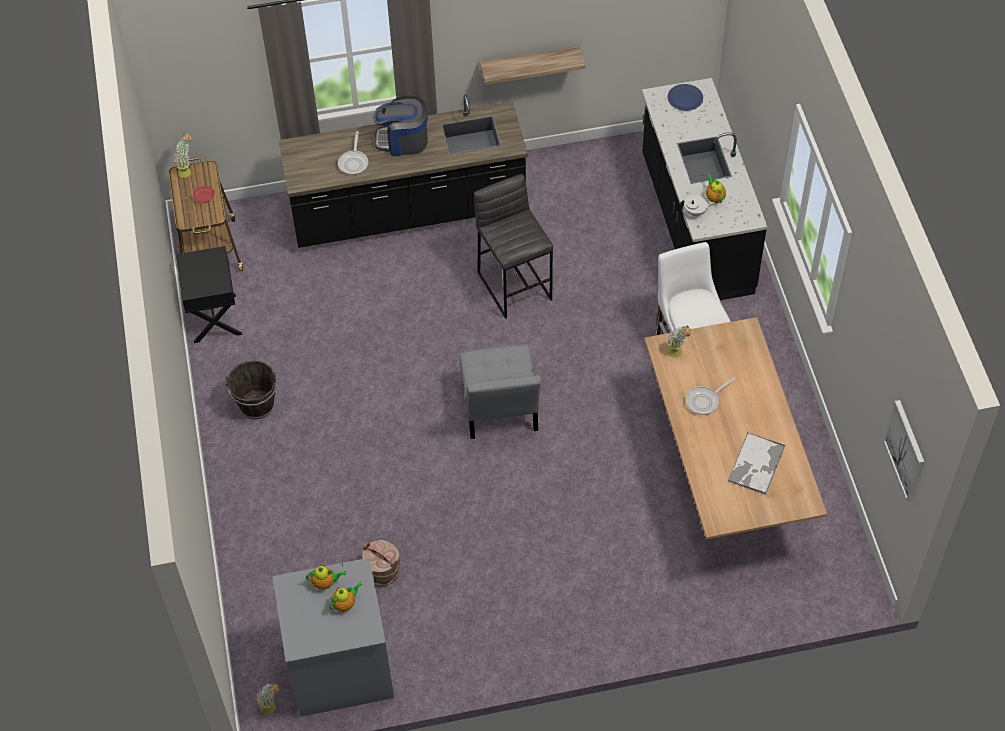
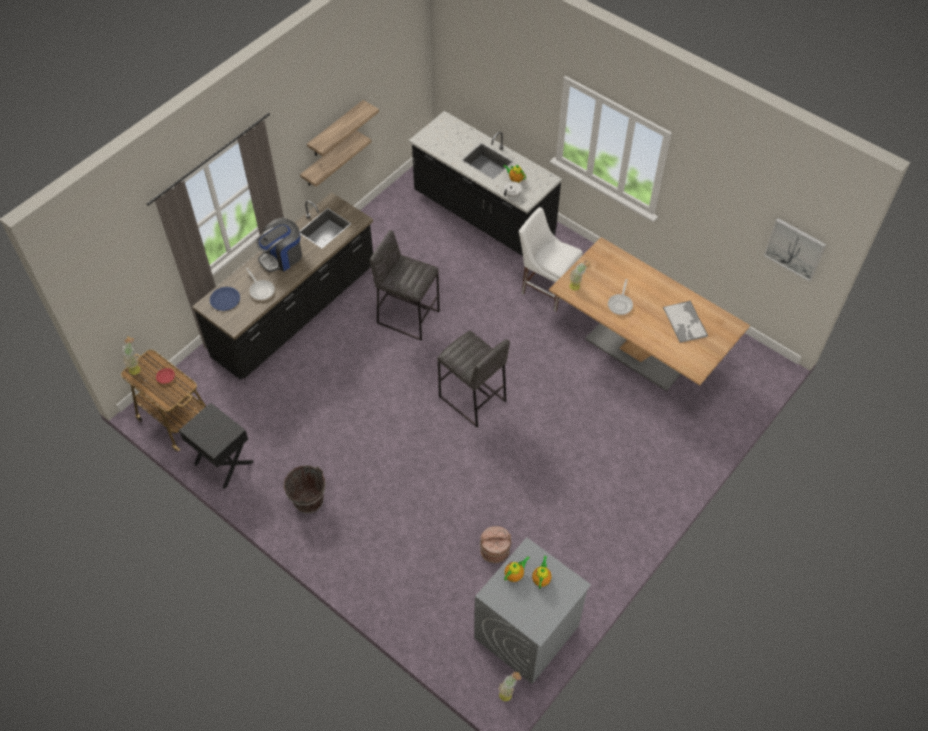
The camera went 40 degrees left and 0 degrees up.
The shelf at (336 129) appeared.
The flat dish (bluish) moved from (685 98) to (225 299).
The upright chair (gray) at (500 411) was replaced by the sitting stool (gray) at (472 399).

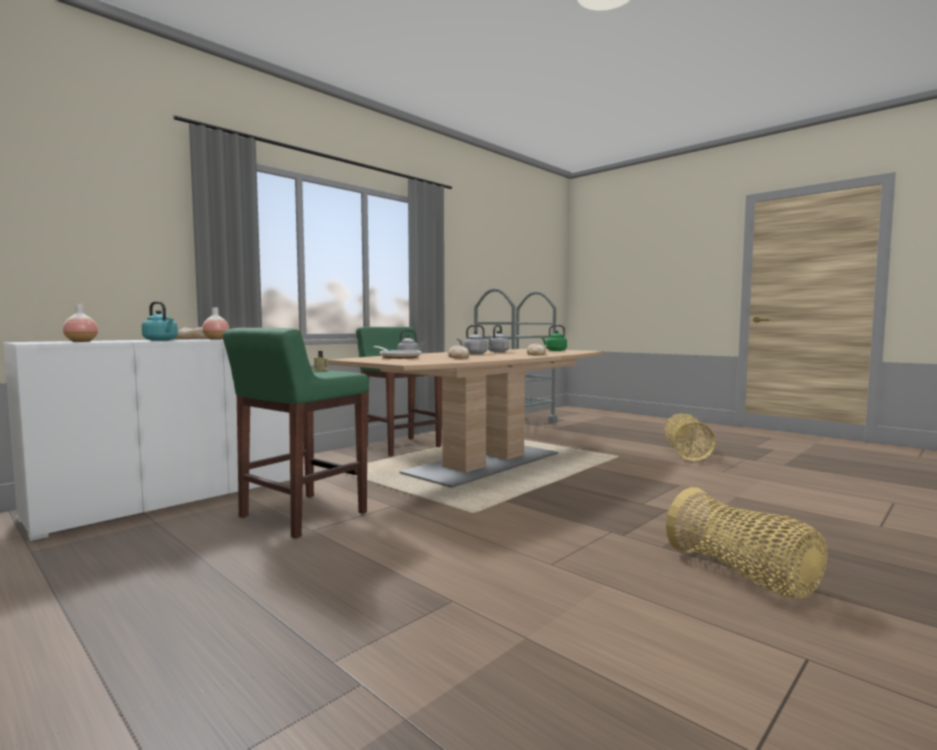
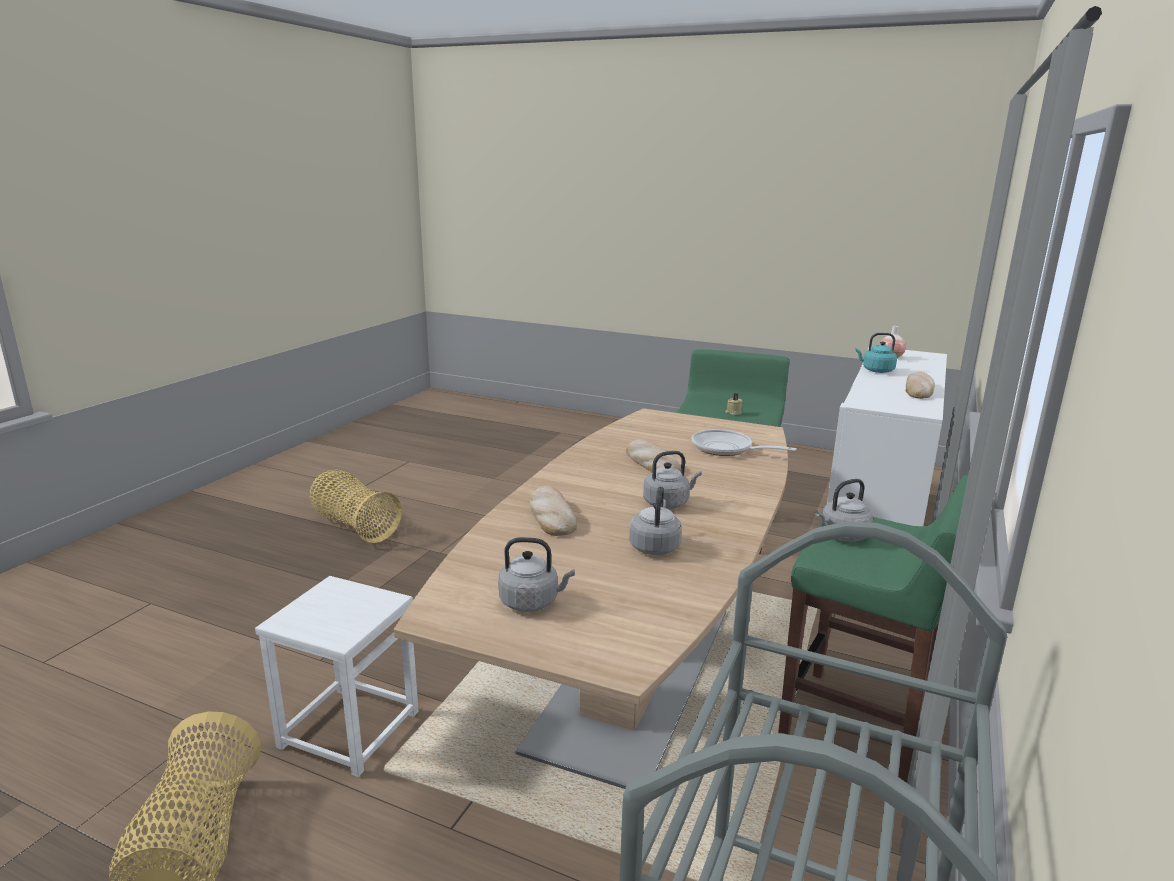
The camera went 160 degrees right and 15 degrees up.
The flower vase at (216 339) disappeared.
The sitting stool (whitish) at (349 728) appeared.
The kettle (greenish) at (555 350) became the kettle (gray) at (532 602).

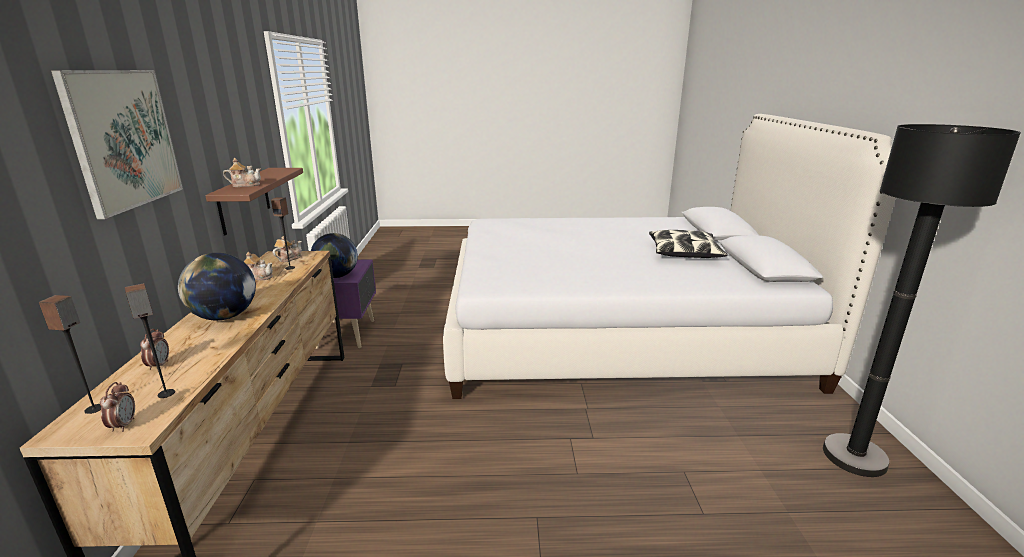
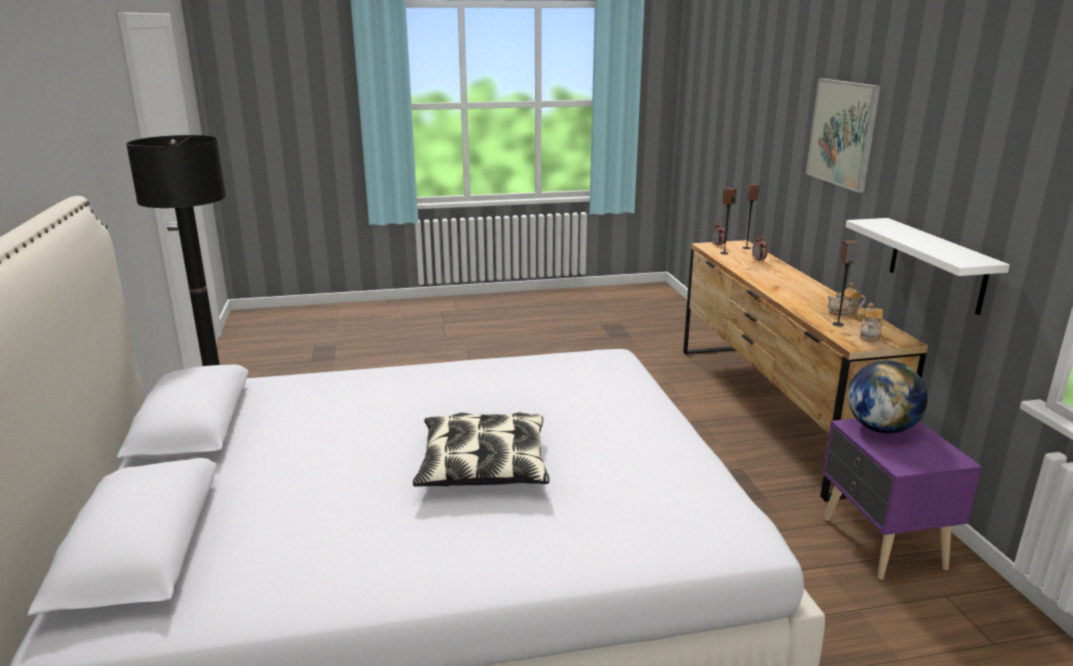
The camera went 170 degrees right and 0 degrees up.
The globe at (225 316) disappeared.
The tea pot at (245 185) disappeared.
The cushion moved from (684 253) to (483 466).
The shelf (brown-coloured) at (244 200) became the shelf (whitish) at (937 265).

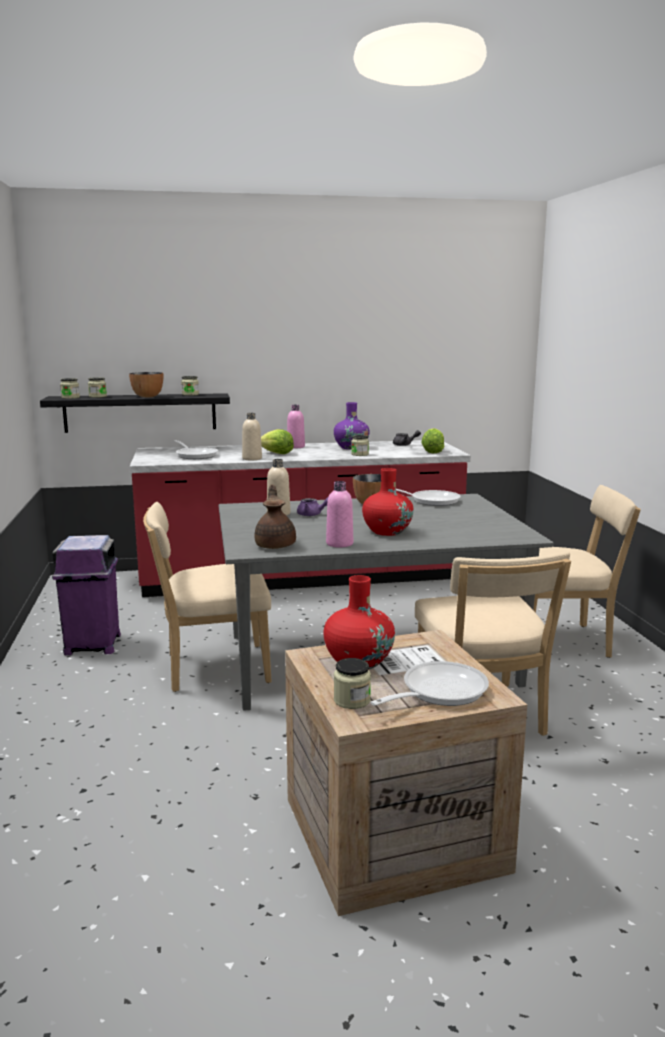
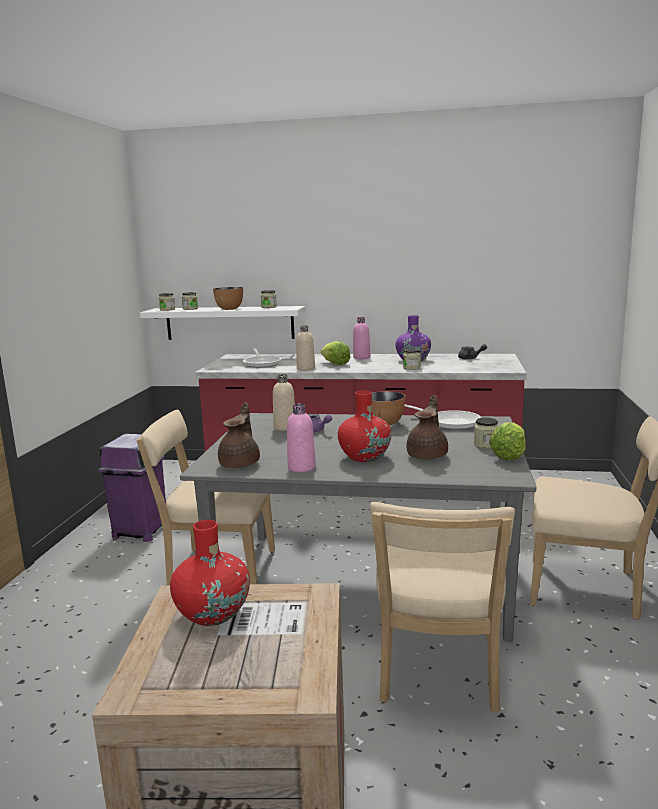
The camera went 20 degrees right and 0 degrees up.
The skillet at (438 692) disappeared.
The tea pot (brown-coloured) at (428 455) appeared.
The jar moved from (352 700) to (486 445).
The lettuce moved from (433 452) to (509 455).
The shelf (black) at (140 412) became the shelf (whitish) at (229 323).

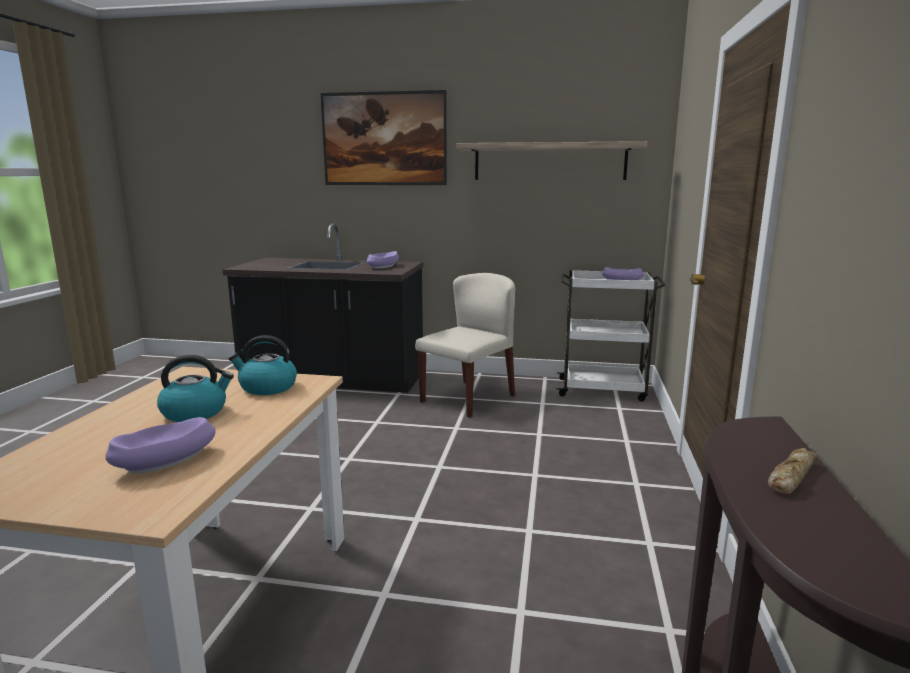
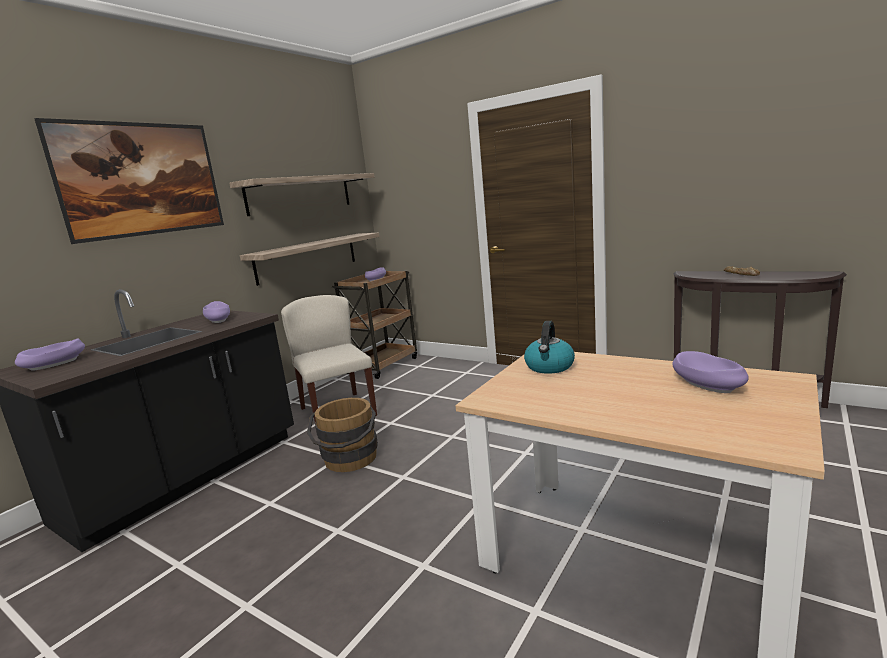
The camera went 65 degrees left and 0 degrees up.
The kettle at (195 412) disappeared.
The serving bowl (purple-coloured) at (54 364) appeared.
The shelf at (307 257) appeared.
The water bucket (brown-coloured) at (349 461) appeared.
The trolley (whitish) at (603 390) became the trolley (brown-coloured) at (384 365).

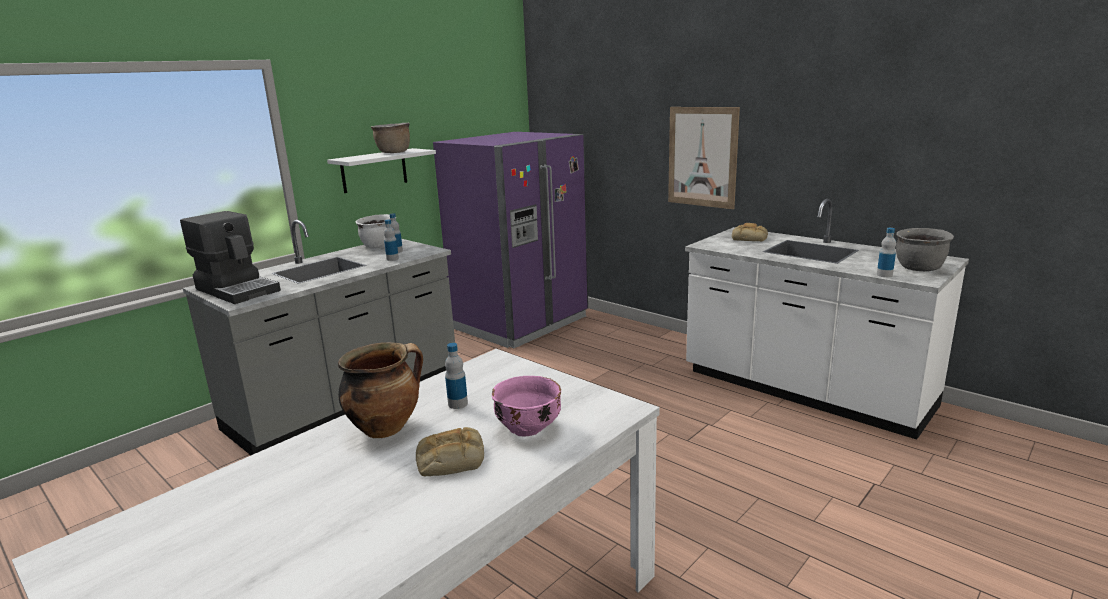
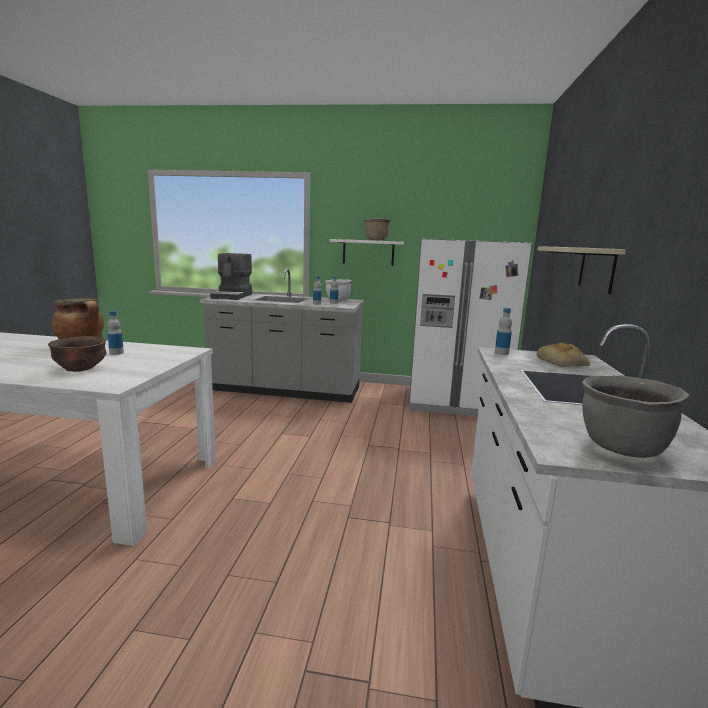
The camera went 55 degrees right and 5 degrees down.
The bread at (450 460) disappeared.
The bottle moved from (884 275) to (501 353).
The picture at (702 157) was replaced by the shelf (beige-coloured) at (597 269).
The refrigerator (purple-coloured) at (520 323) became the refrigerator (whitish) at (455 402).
The serving bowl (pink-coloured) at (527 427) became the serving bowl (brown-coloured) at (81 369).

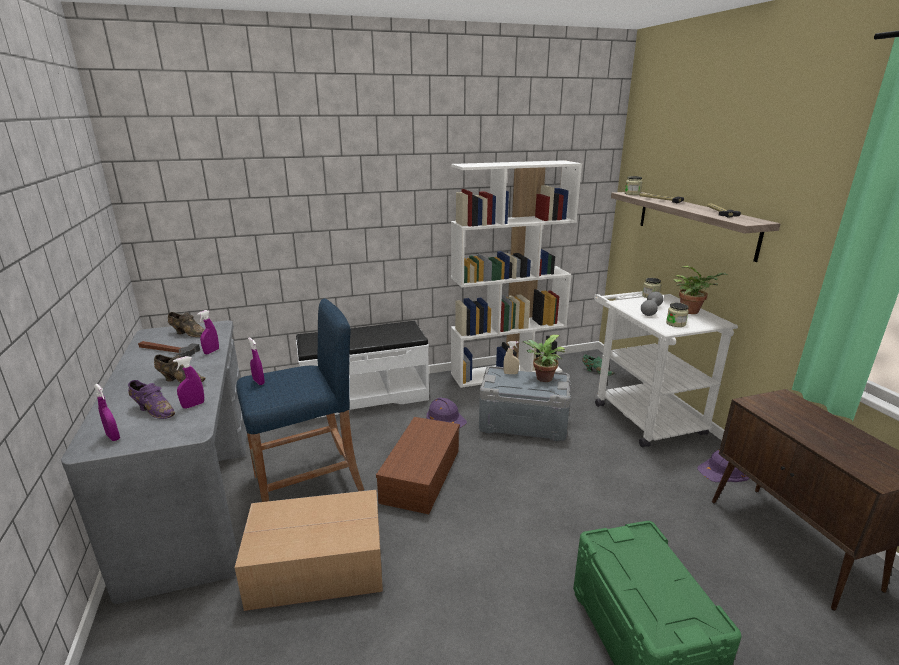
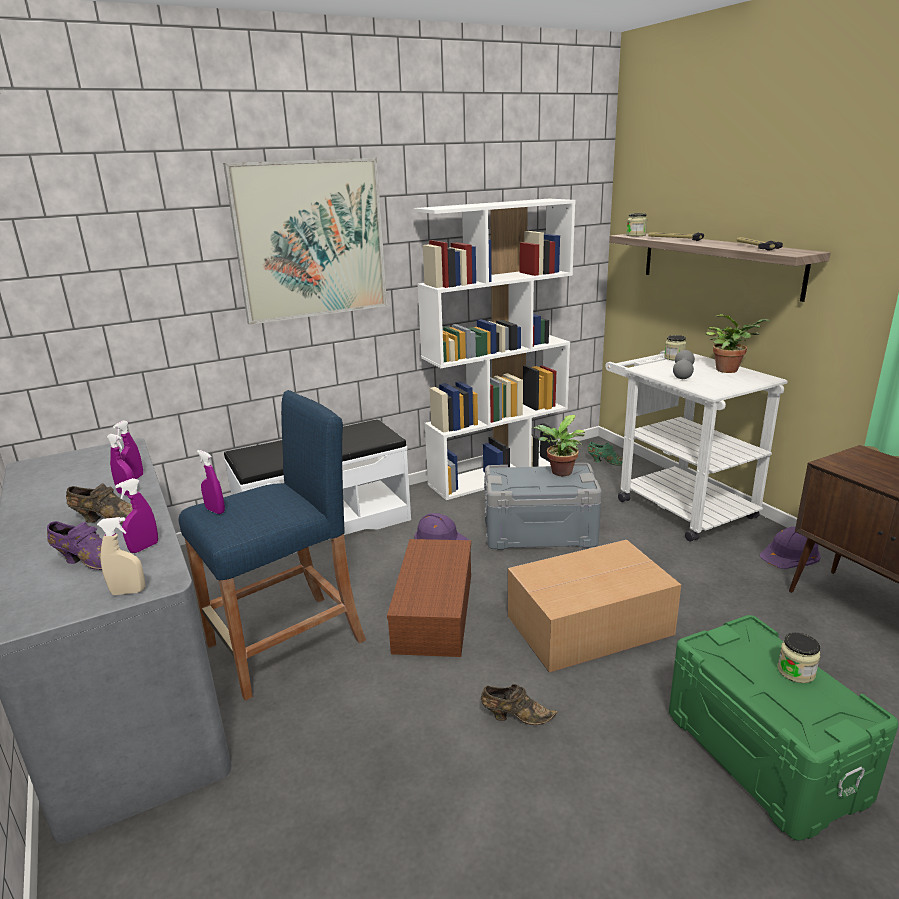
The camera went 10 degrees left and 0 degrees up.
The hammer at (166 351) disappeared.
The picture at (311 240) appeared.
The spray bottle (purple-coloured) moved from (113 437) to (127 494).
The item of footwear (brown-coloured) moved from (189 334) to (515 716).
The cardboard box moved from (319 566) to (591 625).
The spray bottle (beige-coloured) moved from (510 373) to (128 592).
The jar moved from (675 324) to (796 671).

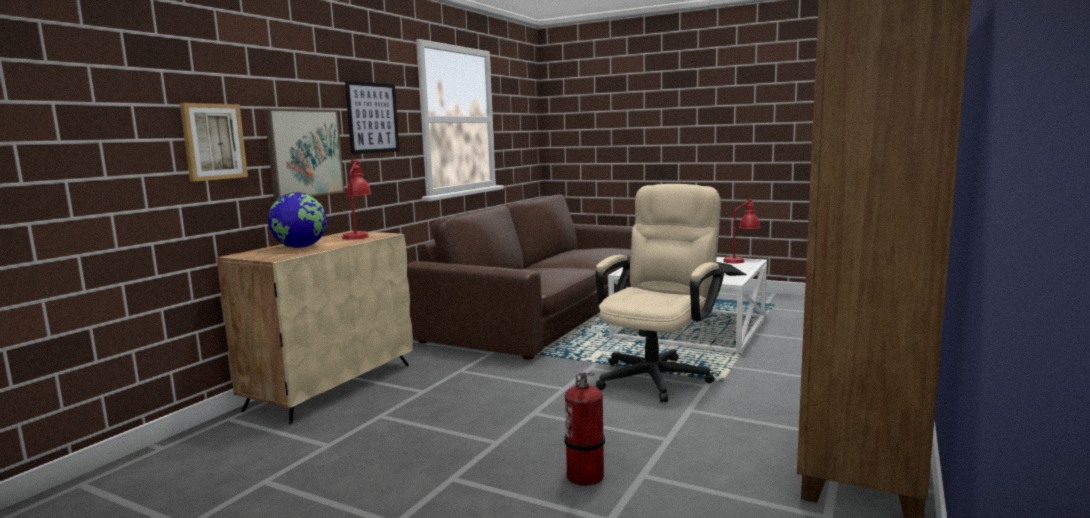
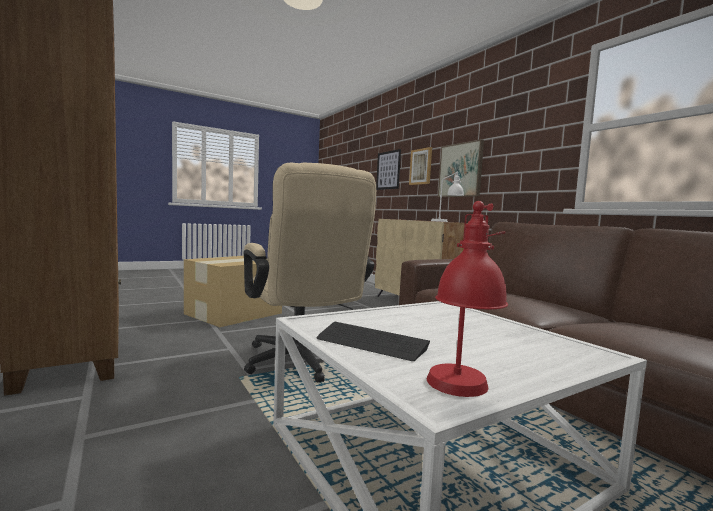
The camera went 120 degrees right and 5 degrees down.
The globe at (300 247) disappeared.
The picture moved from (372 118) to (388 170).
The fire extinguisher at (586 476) was replaced by the cardboard box at (232 313).
The lamp for a table (reddish) at (358 235) became the lamp for a table (whitish) at (446 221).

